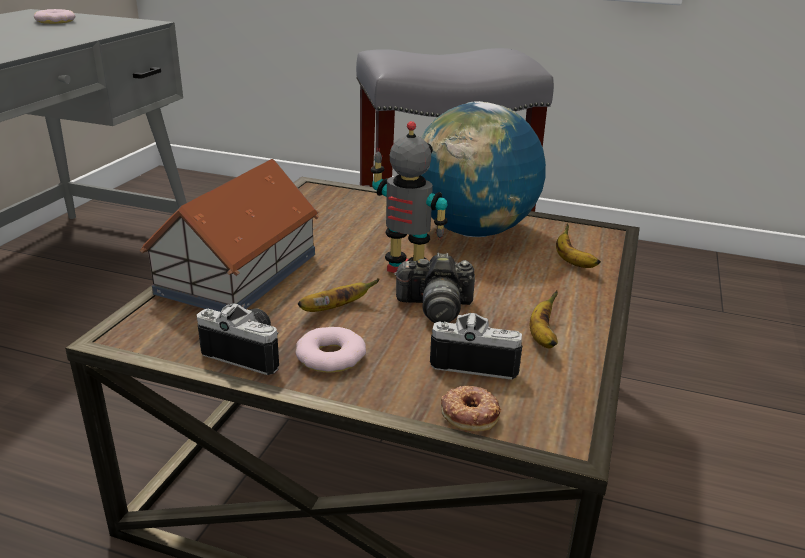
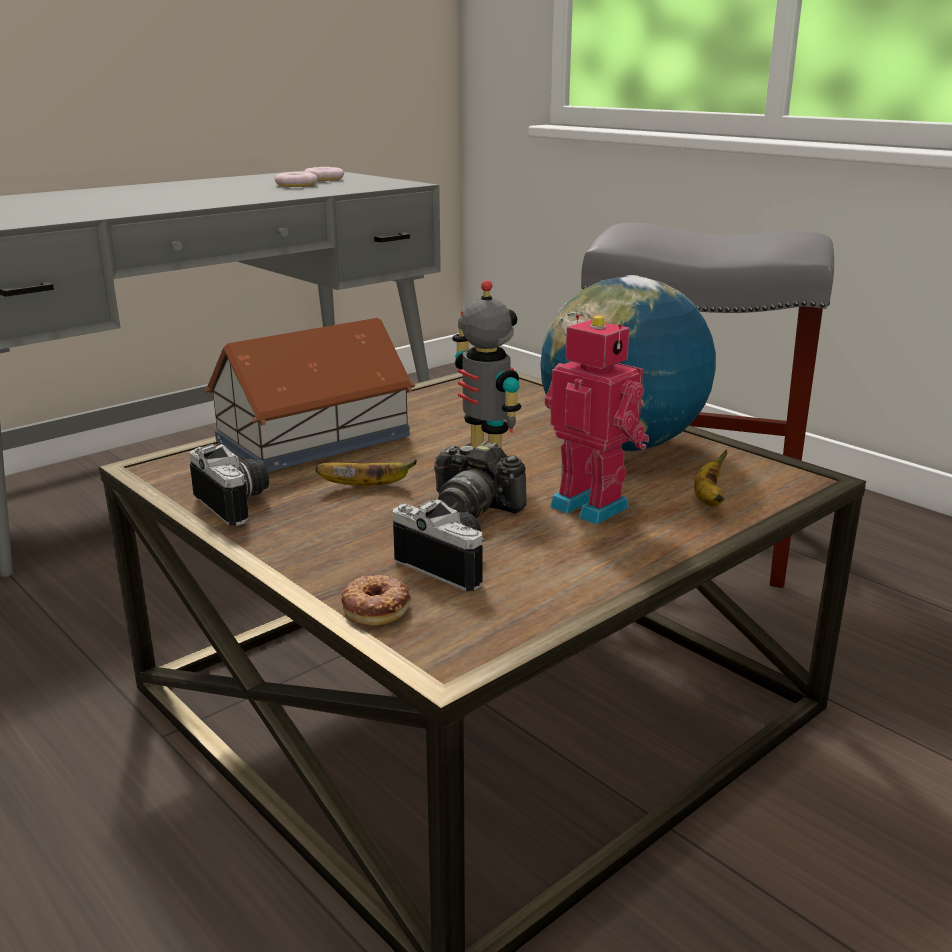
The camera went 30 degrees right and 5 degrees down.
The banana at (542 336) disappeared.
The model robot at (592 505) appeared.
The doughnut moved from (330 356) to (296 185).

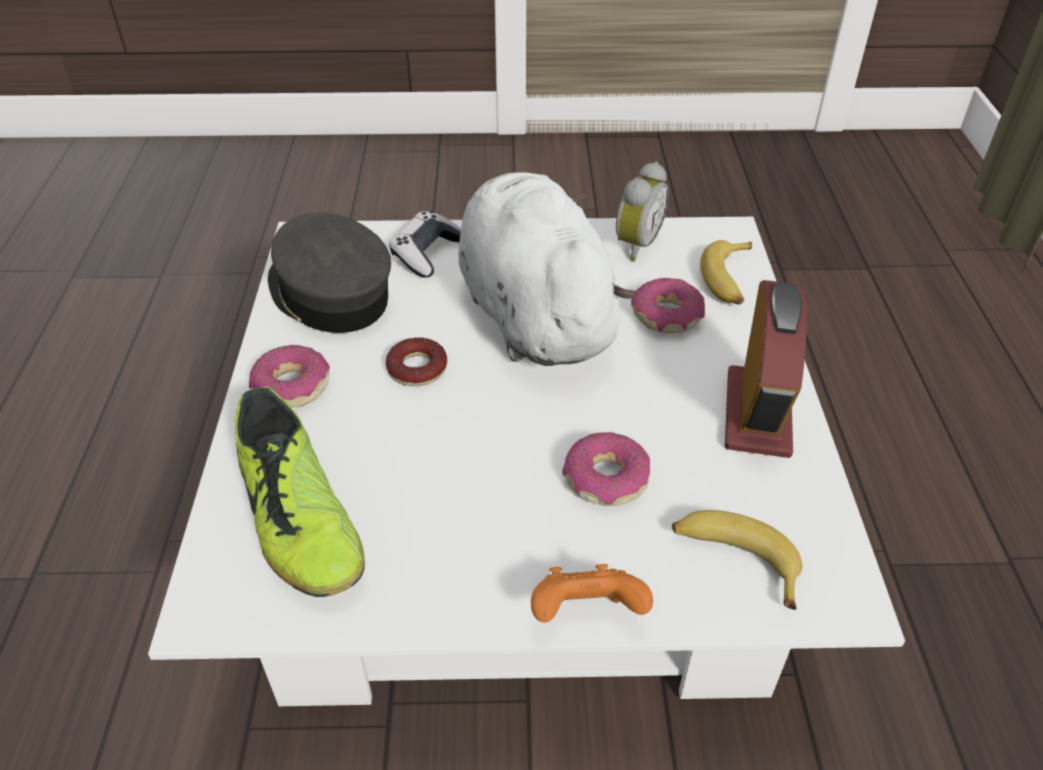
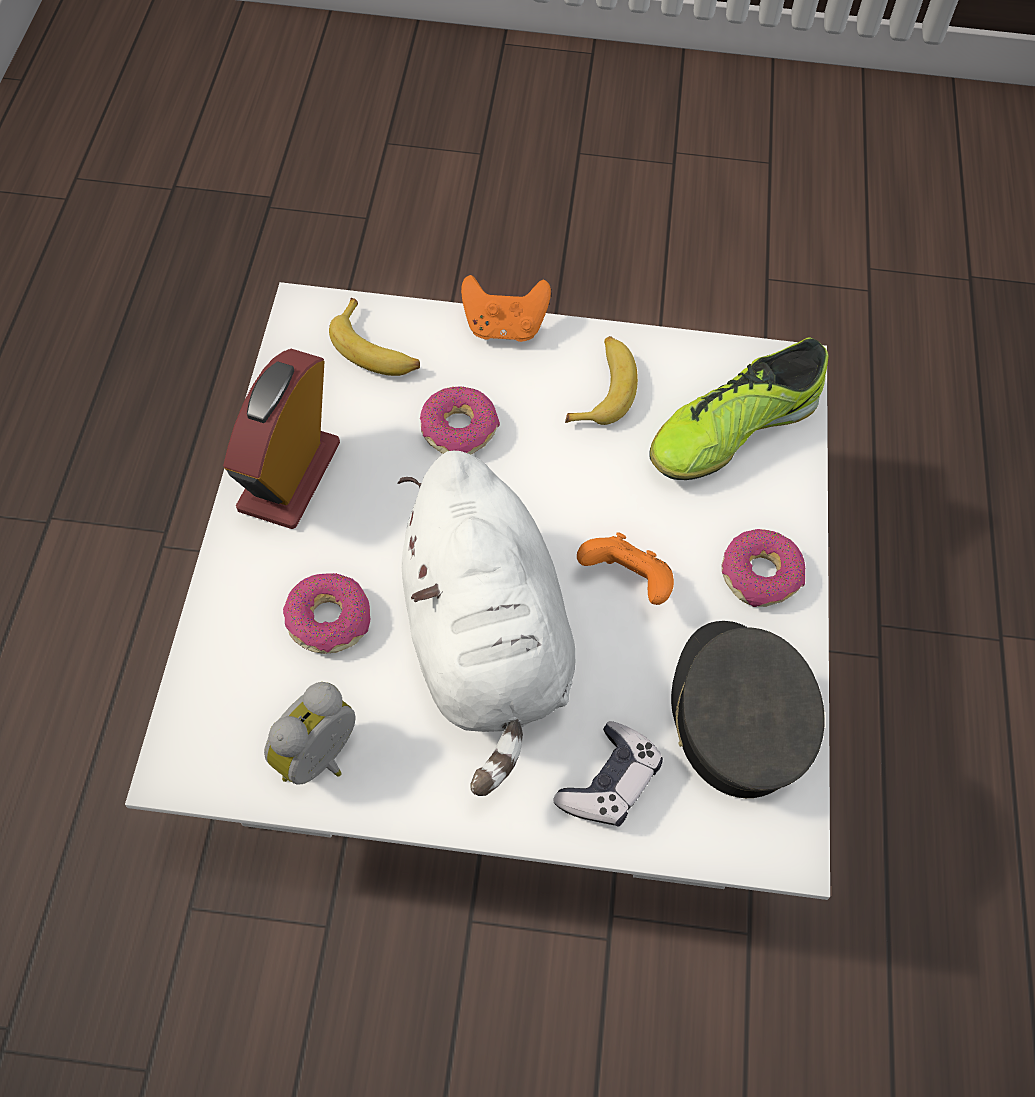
The camera went 175 degrees left and 15 degrees up.
The banana moved from (729 280) to (602 388).
The doughnut at (417 368) was replaced by the joypad (orangey) at (627 582).
The item of footwear at (298 518) turned 105 degrees counterclockwise.
The cap (gray) at (329 294) turned 150 degrees counterclockwise.

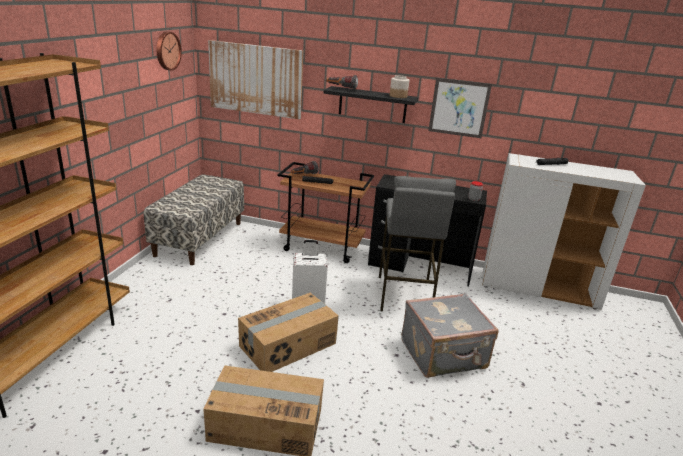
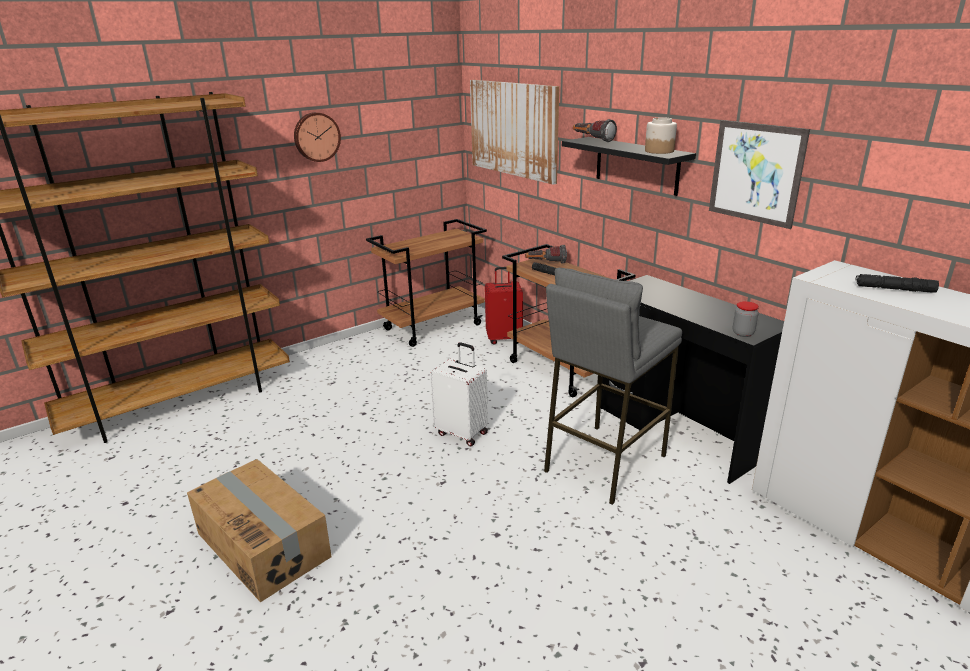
The camera went 40 degrees right and 0 degrees up.
The cardboard box at (288 345) disappeared.
The travel case (gray) at (444 355) disappeared.
The travel case (reddish) at (504 338) appeared.
The hanging clock moved from (167 51) to (316 137).
The long seat at (199 238) was replaced by the trolley (brown-coloured) at (433 326).

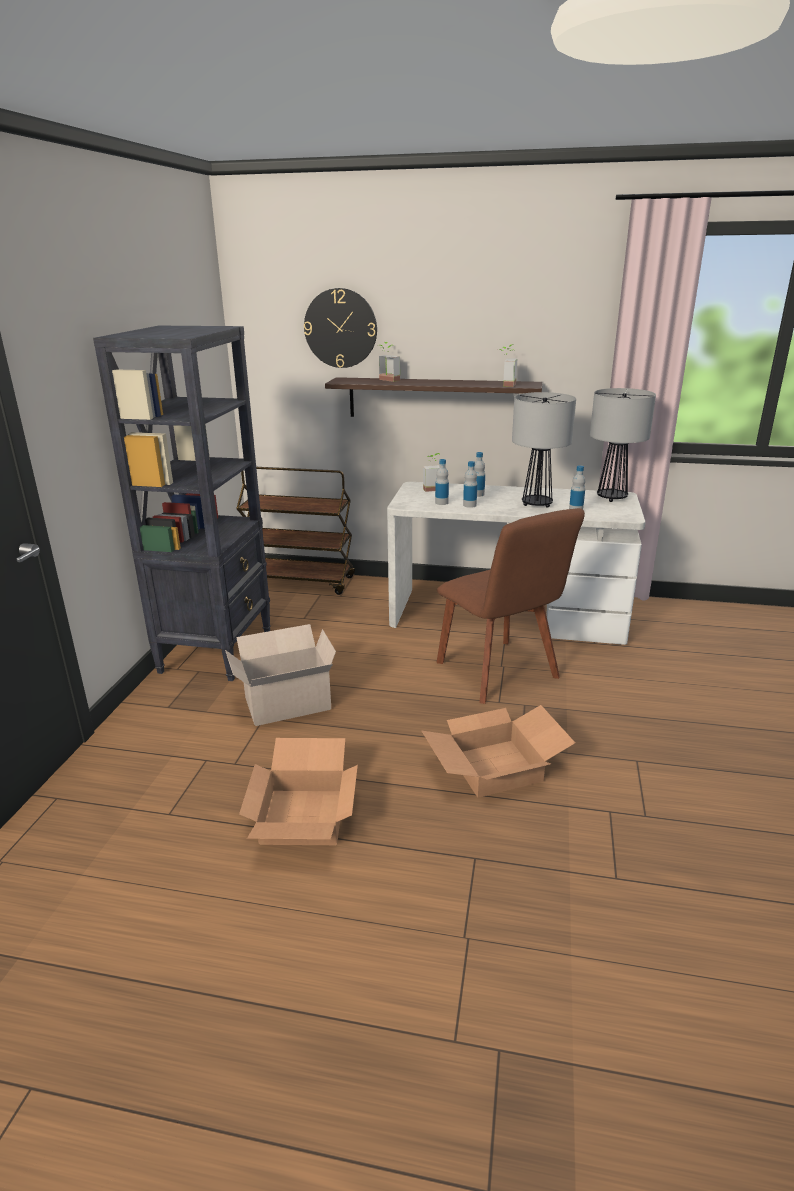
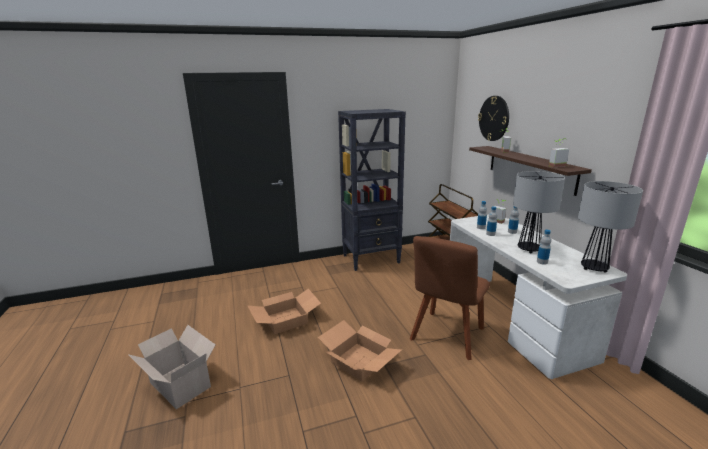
The camera went 60 degrees right and 5 degrees down.
The cardboard box moved from (285 704) to (180 384).

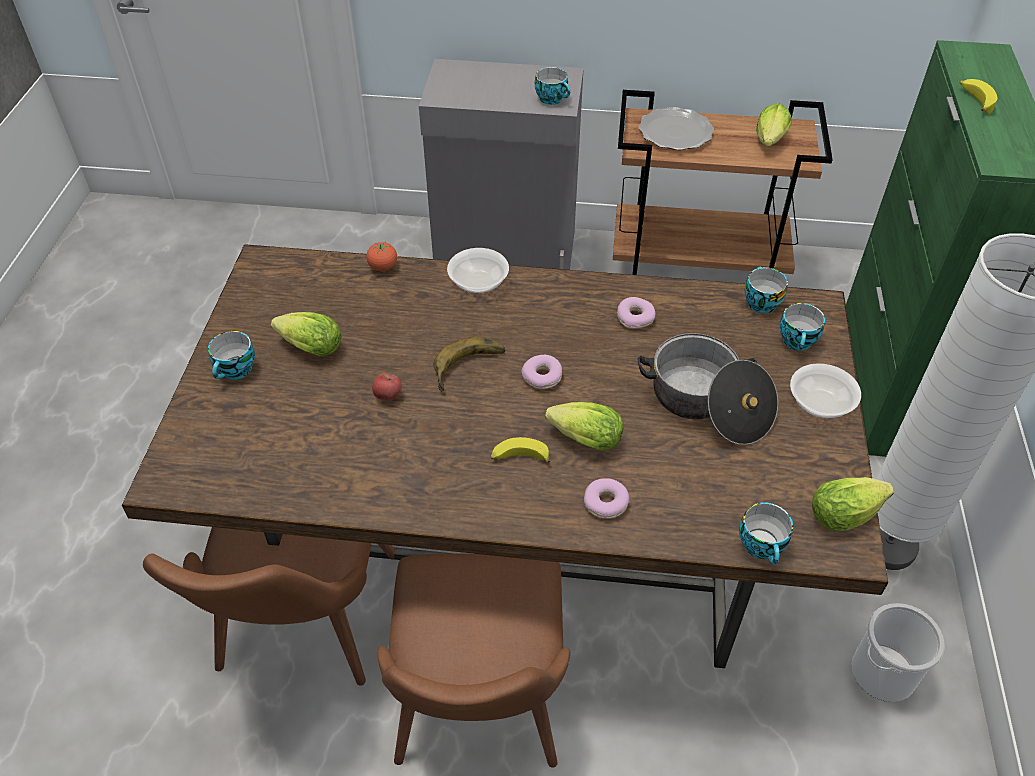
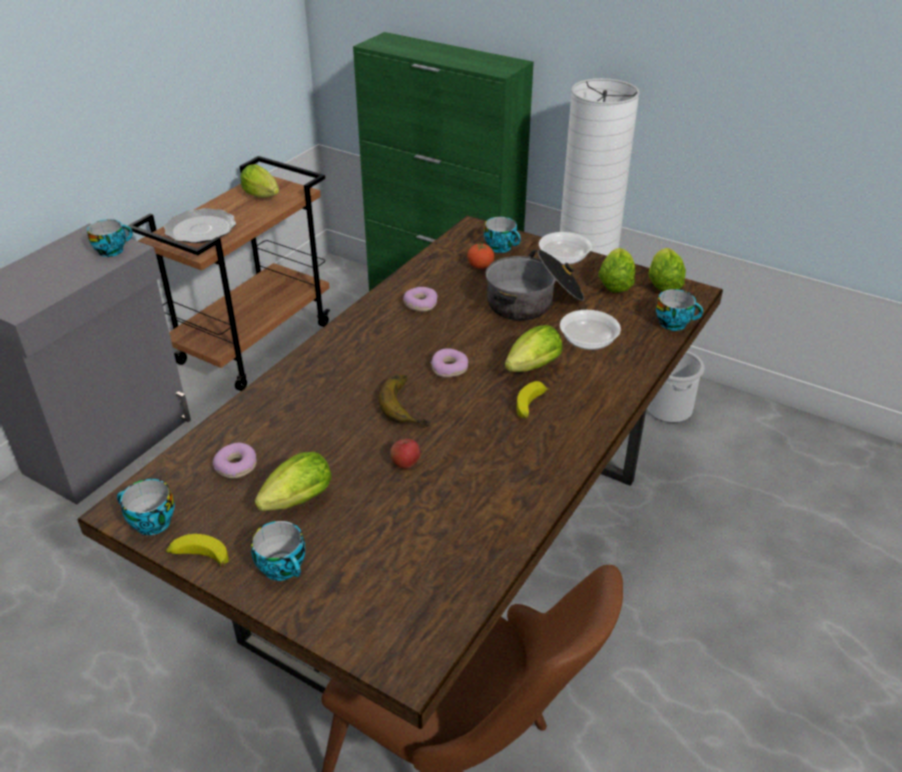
The camera went 65 degrees left and 10 degrees down.
The upright chair (brown-coloured) at (478 714) disappeared.
The lettuce at (615 283) appeared.
The fresh tomato moved from (383 267) to (480 266).
The serving bowl moved from (478 282) to (588 342).
The doughnut moved from (606 503) to (236 466).
The drinking cup moved from (760 302) to (150 523).
The banana moved from (974 101) to (199 557).

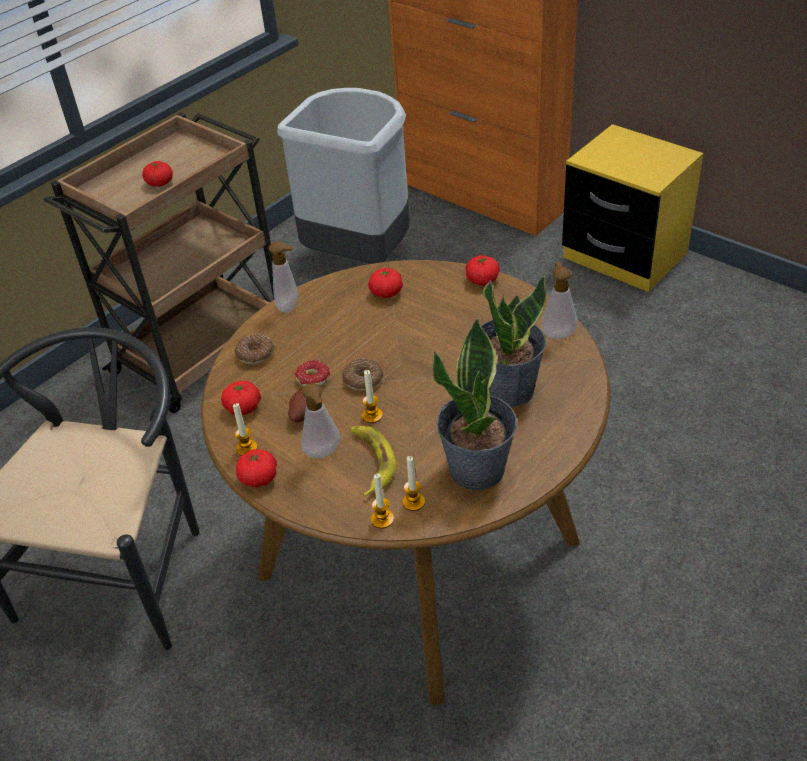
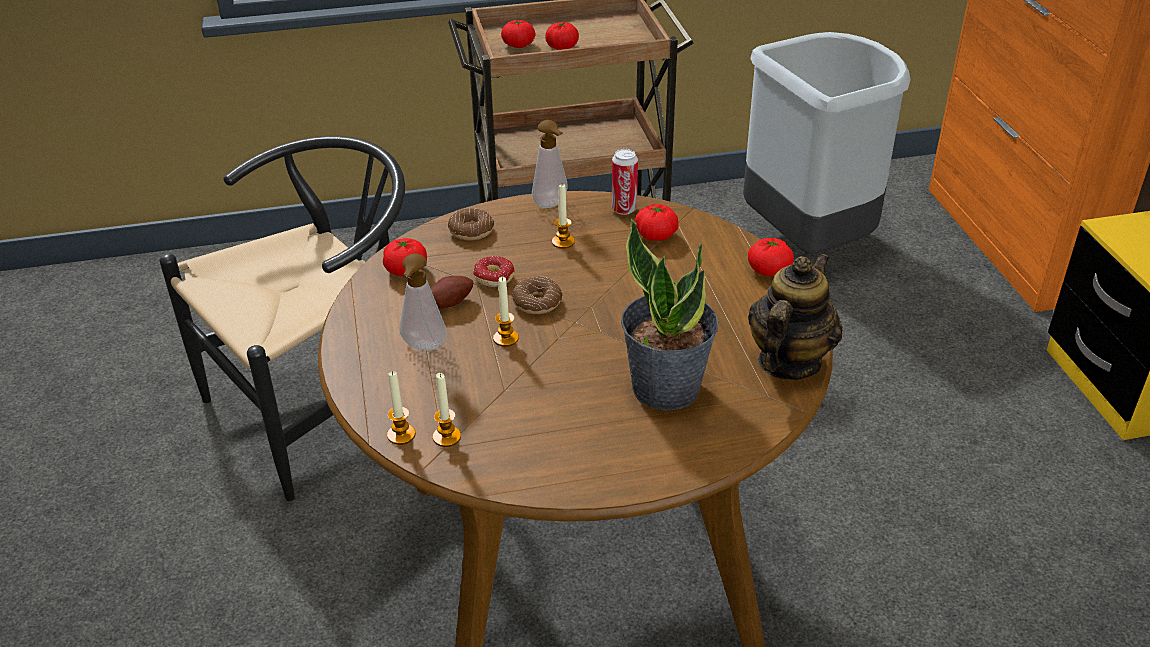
The camera went 35 degrees right and 5 degrees down.
The banana at (371 461) disappeared.
The houseplant at (478 470) disappeared.
The can at (624 209) appeared.
The wax candle moved from (246 448) to (563 242).
The fresh tomato moved from (259 478) to (518 45).
The soap dispenser at (558 333) was replaced by the tea pot at (788 362).

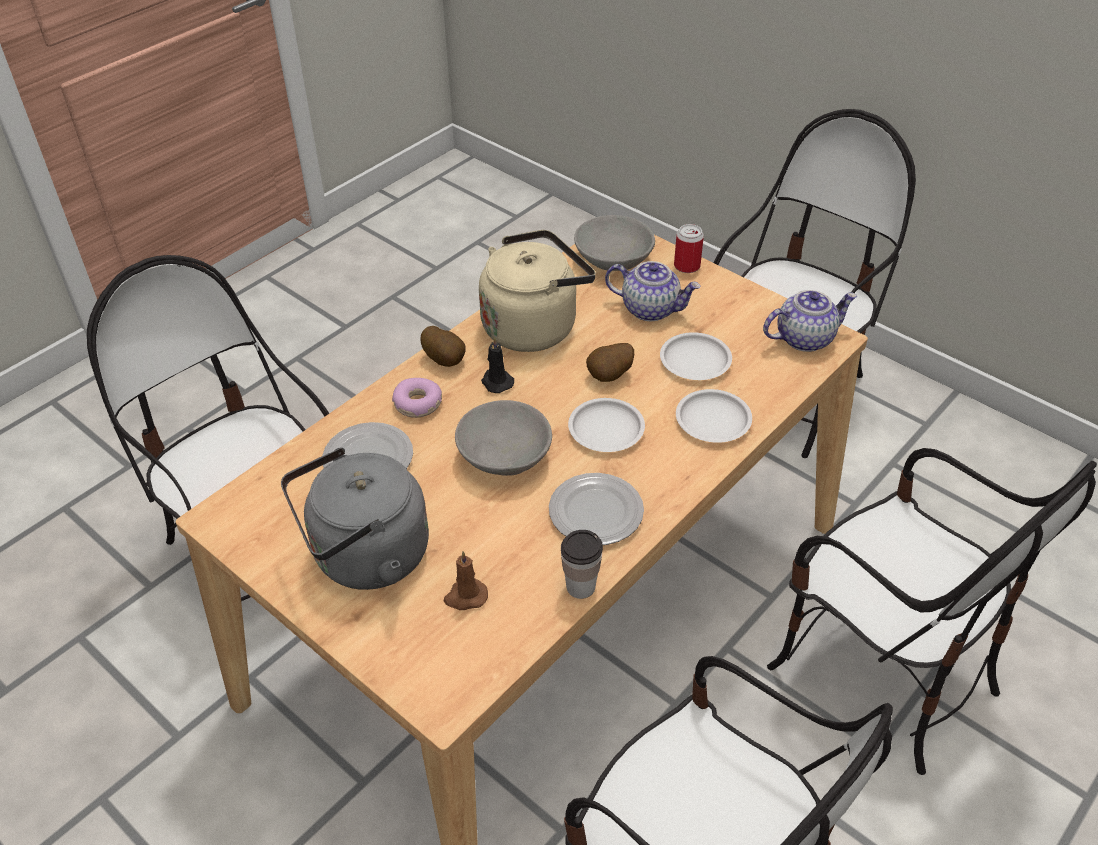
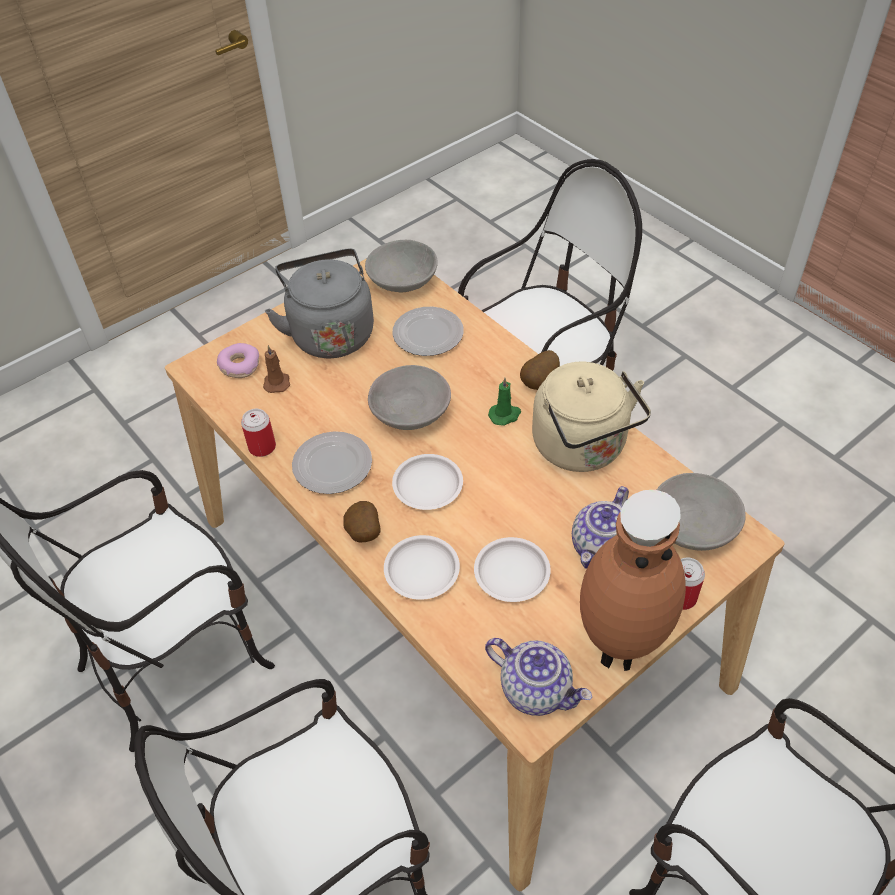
The camera went 100 degrees right and 5 degrees up.
The serving bowl (gray) at (403 282) appeared.
The flower vase (brown-coloured) at (618 645) appeared.
The doughnut moved from (418 404) to (239 366).
The spud moved from (610 377) to (363 534).
The drinking cup at (581 586) was replaced by the can at (262 447).
The wax candle (black) at (496 382) became the wax candle (greenish) at (505 415).
The tea pot at (805 338) turned 45 degrees counterclockwise.

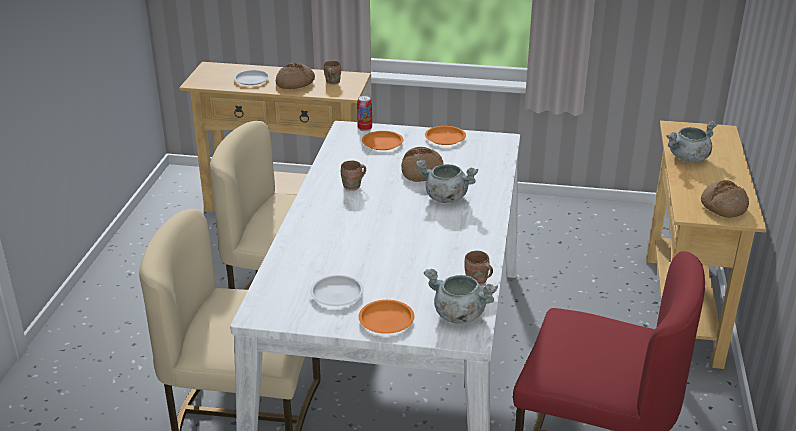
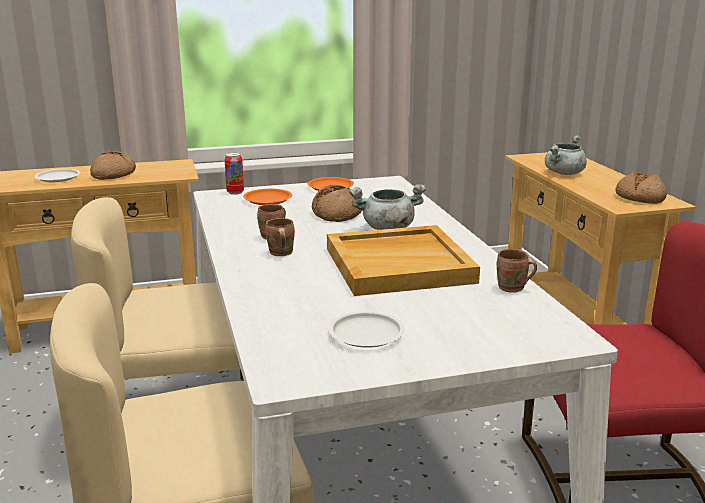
The camera went 25 degrees left and 10 degrees down.
The flat dish (orangey) at (386 320) disappeared.
The saucepot (gray) at (458 314) disappeared.
The serving tray (beige-coloured) at (399 264) appeared.
The mug (brown-coloured) moved from (331 82) to (279 253).

